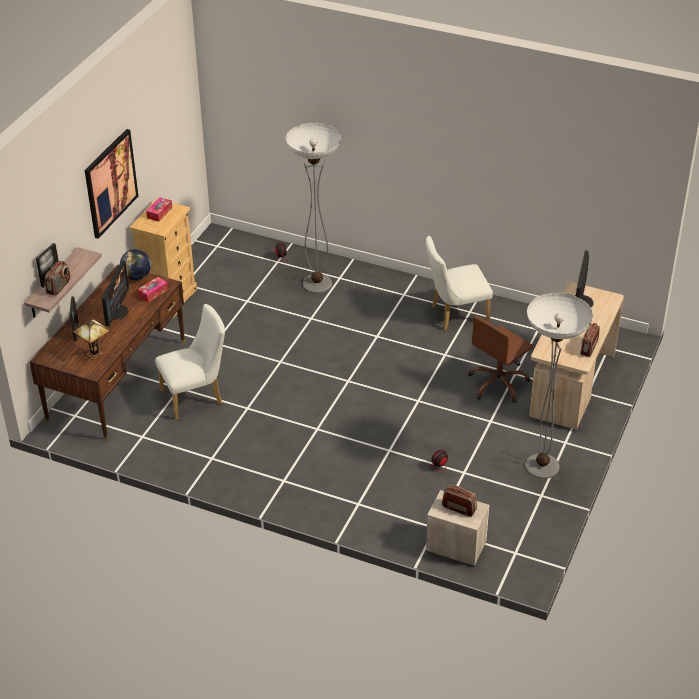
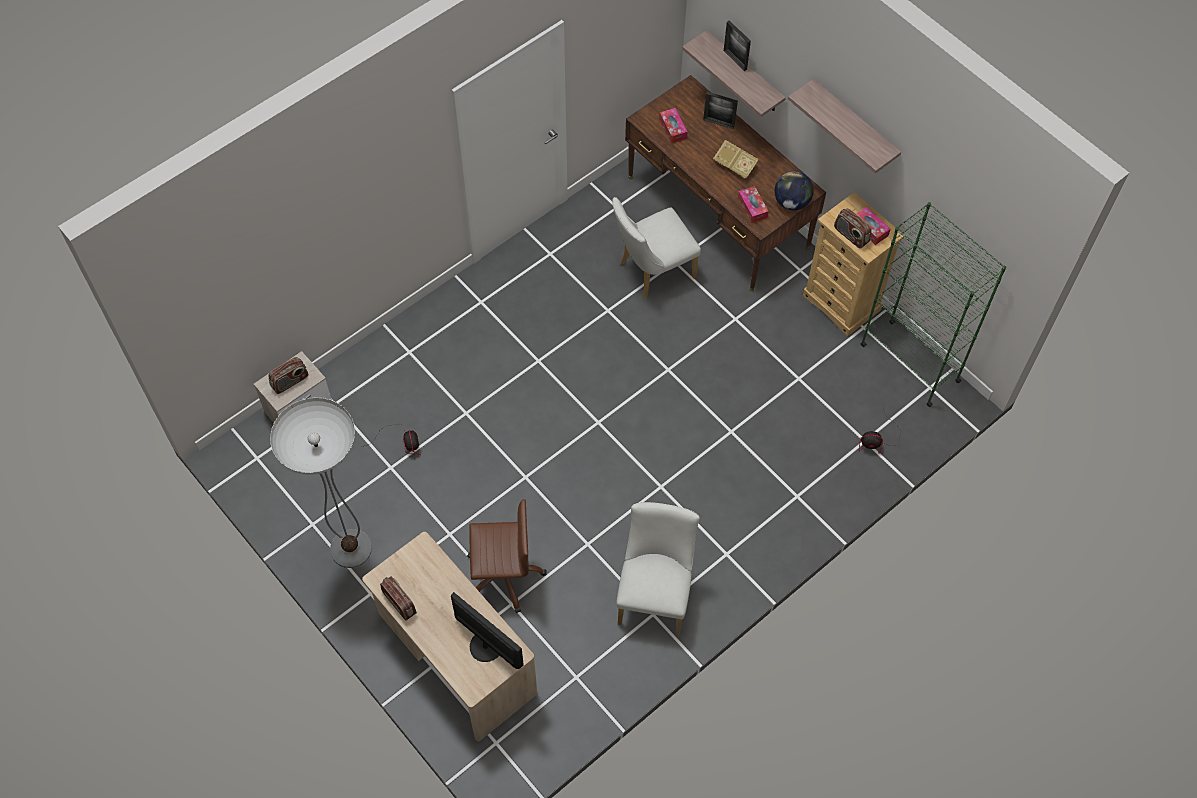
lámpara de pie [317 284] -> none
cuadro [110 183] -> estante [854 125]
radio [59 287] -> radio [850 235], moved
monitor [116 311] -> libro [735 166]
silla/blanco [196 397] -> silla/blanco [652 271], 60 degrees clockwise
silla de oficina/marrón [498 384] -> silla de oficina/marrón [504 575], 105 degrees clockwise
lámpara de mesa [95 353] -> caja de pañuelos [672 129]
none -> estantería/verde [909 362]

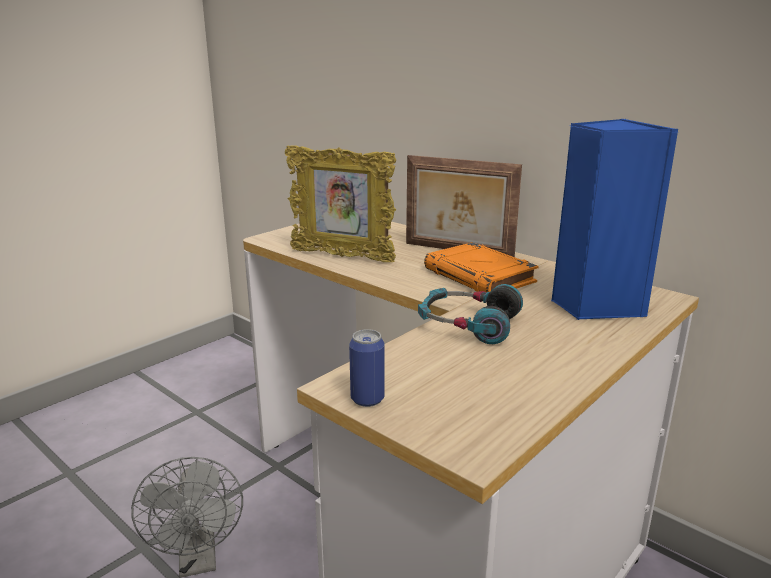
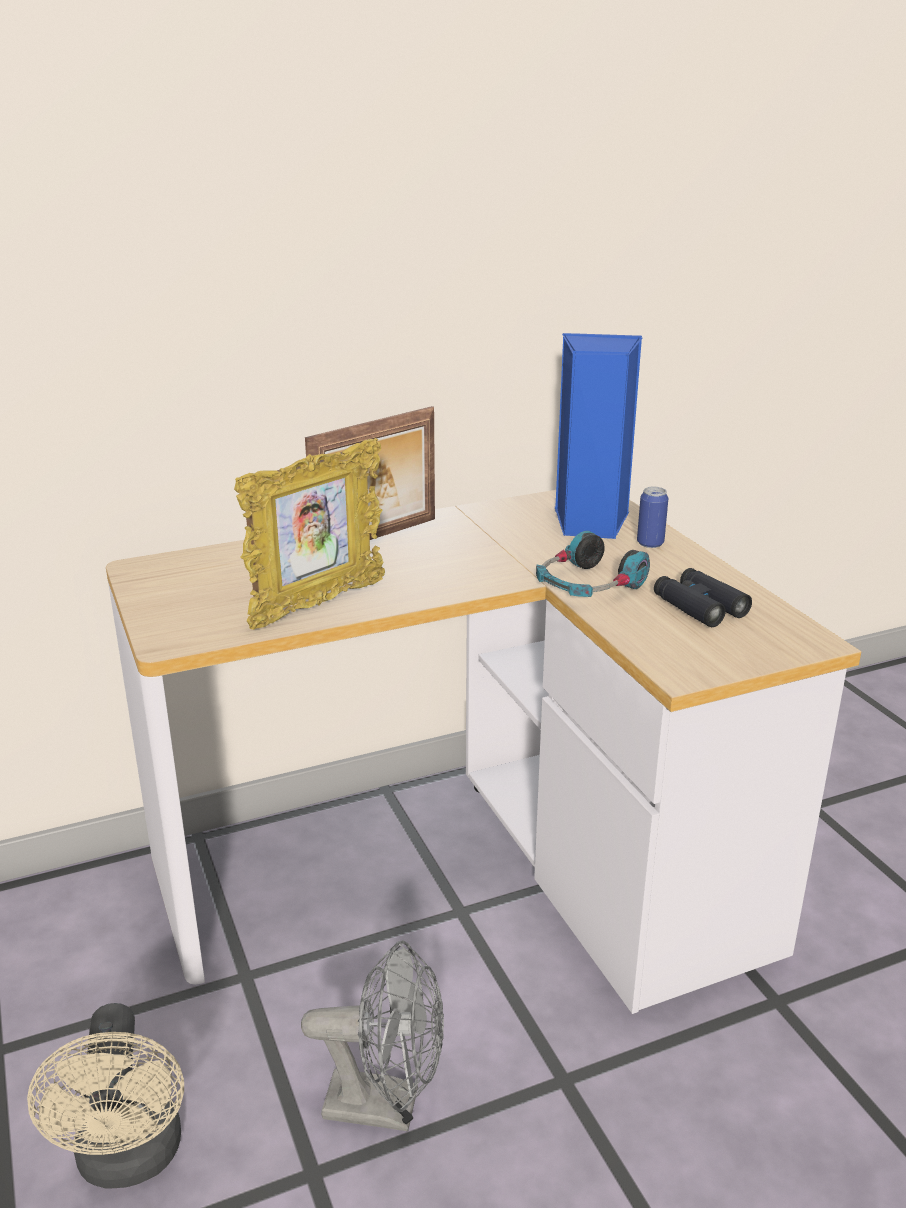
libro/naranja [480 276] -> none
lata [367 399] -> lata [650 543], moved
none -> prismáticos/negro [699 606]
none -> ventilador/beis [129 1160]

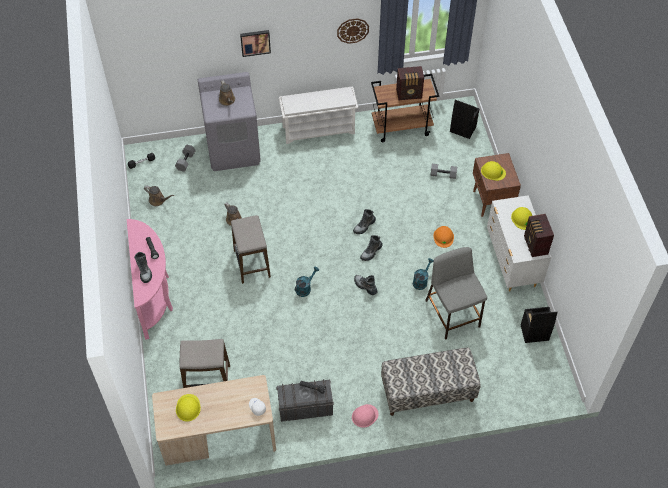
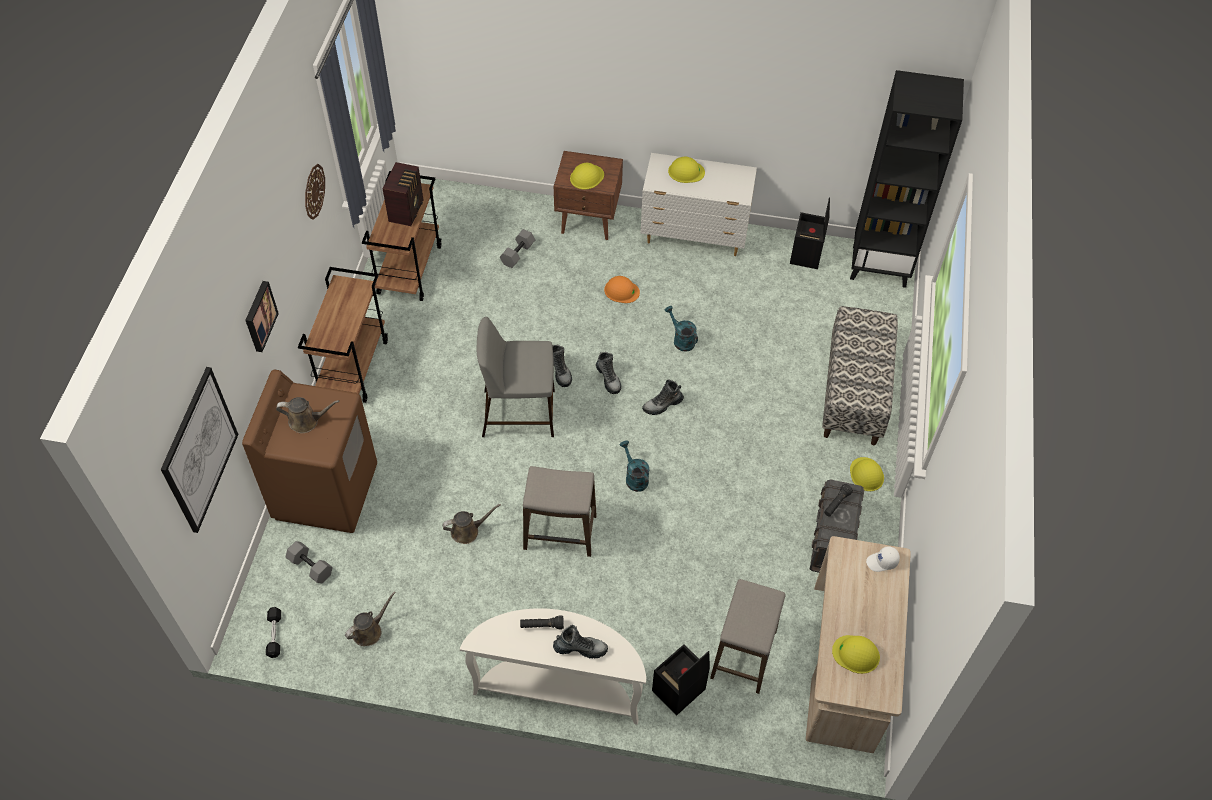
lavadora/gris [233 149] -> lavadora/marrón [326 491]
zapatero/blanco [319 129] -> carrito/marrón [353 367]
caja de almacenaje/negro [462 129] -> caja de almacenaje/negro [678 691], moved
radio [535 246] -> none
mesa consola/rosa [154 295] -> mesa consola/blanco [559 688]
taburete/gris [453 314] -> taburete/gris [520 413], moved
casco/rosa [364 416] -> casco/amarillo [866 474]
none -> estantería/negro [880 265]
none -> cuadro [199 450]

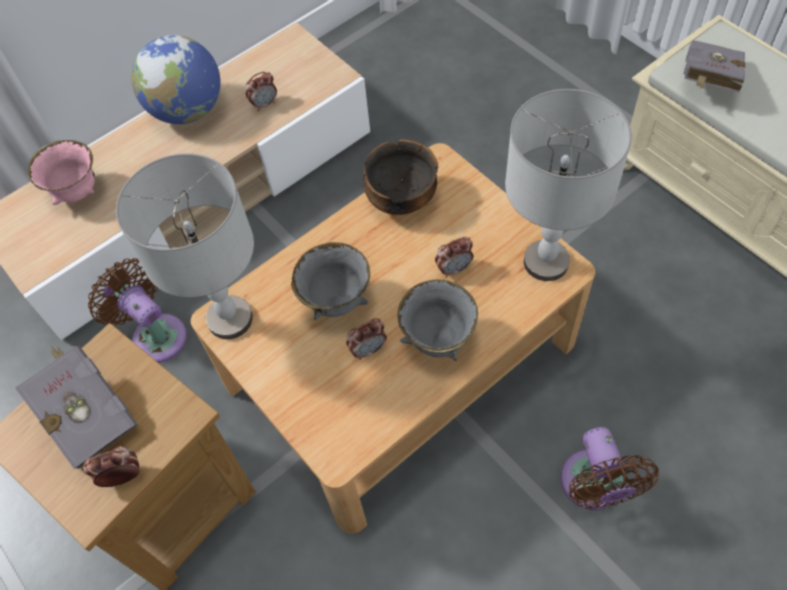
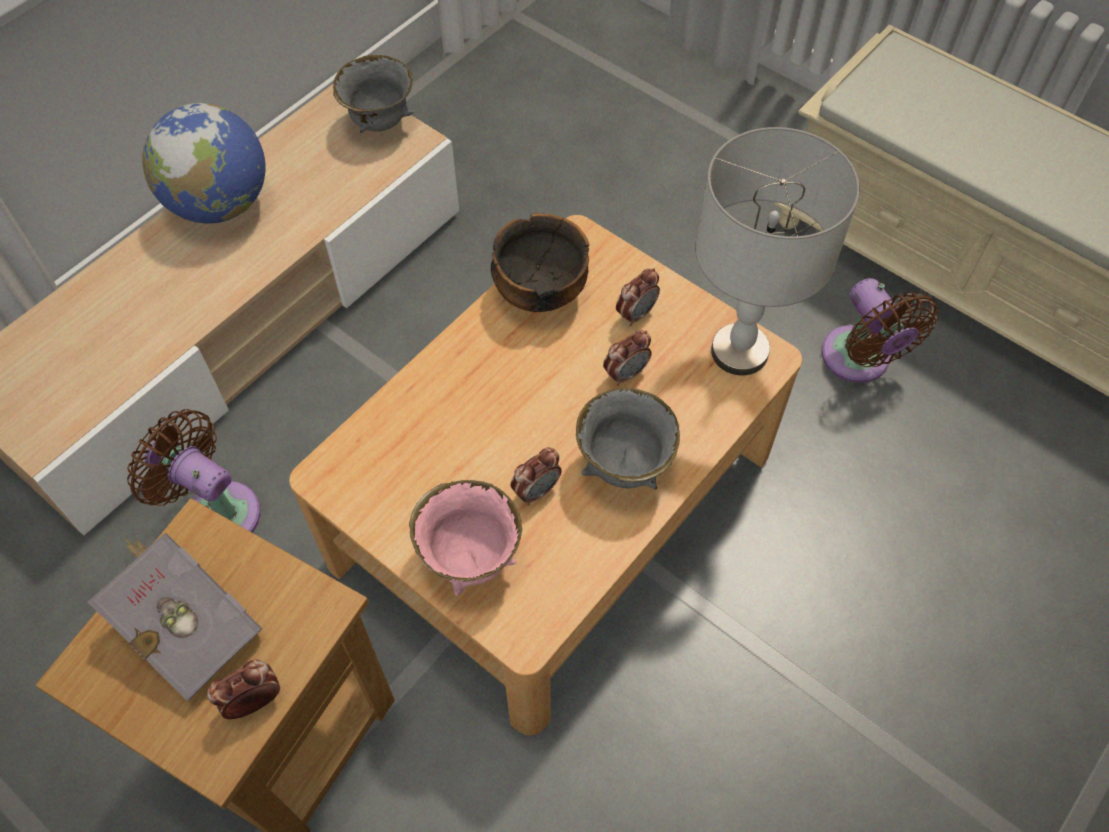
libro/gris [707 84] -> none
despertador [264 104] -> despertador [636 314], moved
cuenco/rosa [77 192] -> cuenco/rosa [471 558], moved
lámpara de mesa/gris [230 320] -> none
cuenco/gris [336 301] -> cuenco/gris [379 122], moved
ventilador/marrón [593 487] -> ventilador/marrón [859 361], moved

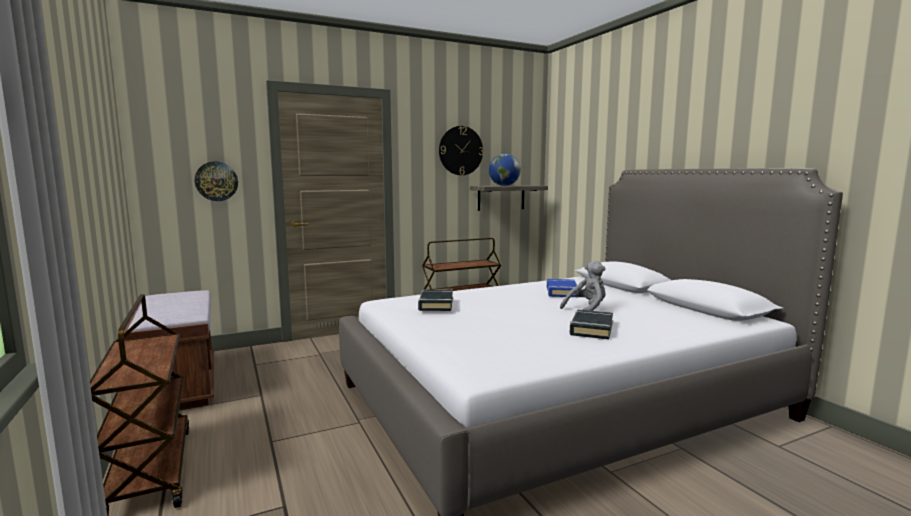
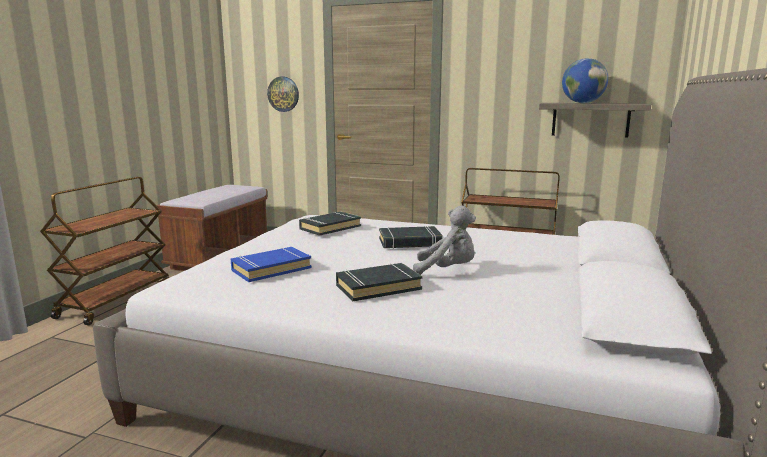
reloj de pared [460 150] -> none
libro/azul [561 291] -> libro/azul [271 269], moved
none -> libro/negro [410 242]

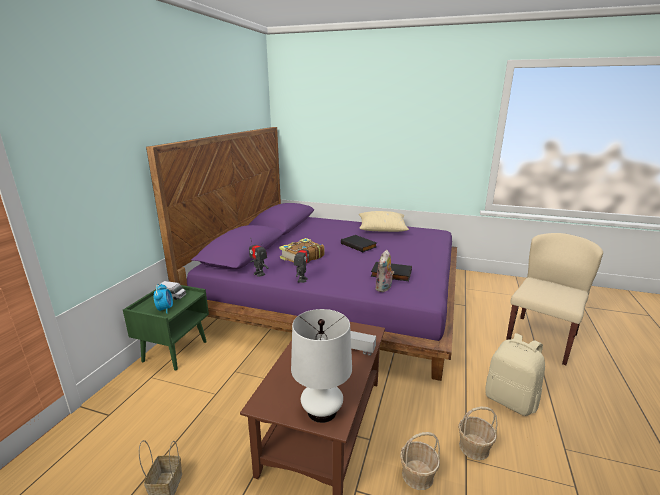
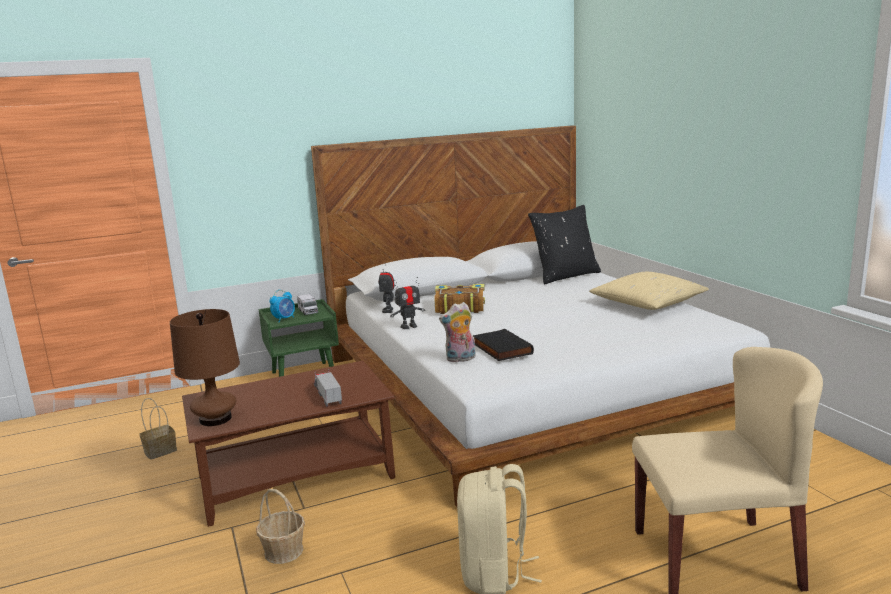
cama/morado [335 295] -> cama/blanco [530 386]
libro/negro [359 245] -> none
lámpara de mesa/blanco [322 411] -> lámpara de mesa/marrón [215 419]
cesta [473 447] -> none
none -> cojín/negro [565 276]

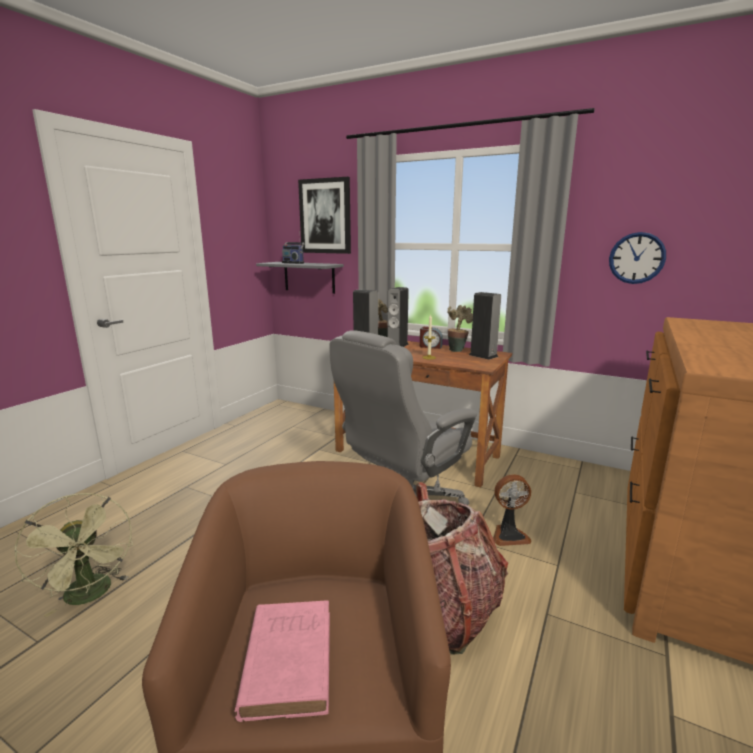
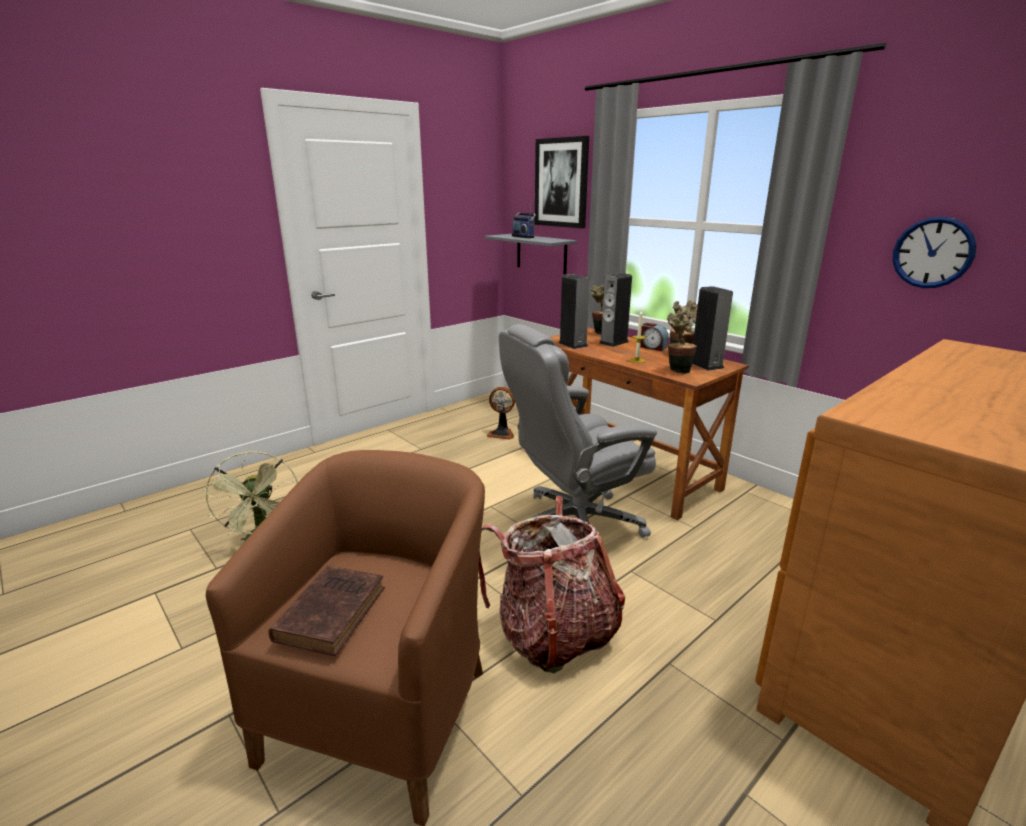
ventilador [509 535] -> ventilador [502 433], moved
libro/rosa [288 658] -> libro/marrón [332 611]
none -> planta en maceta [678 370]

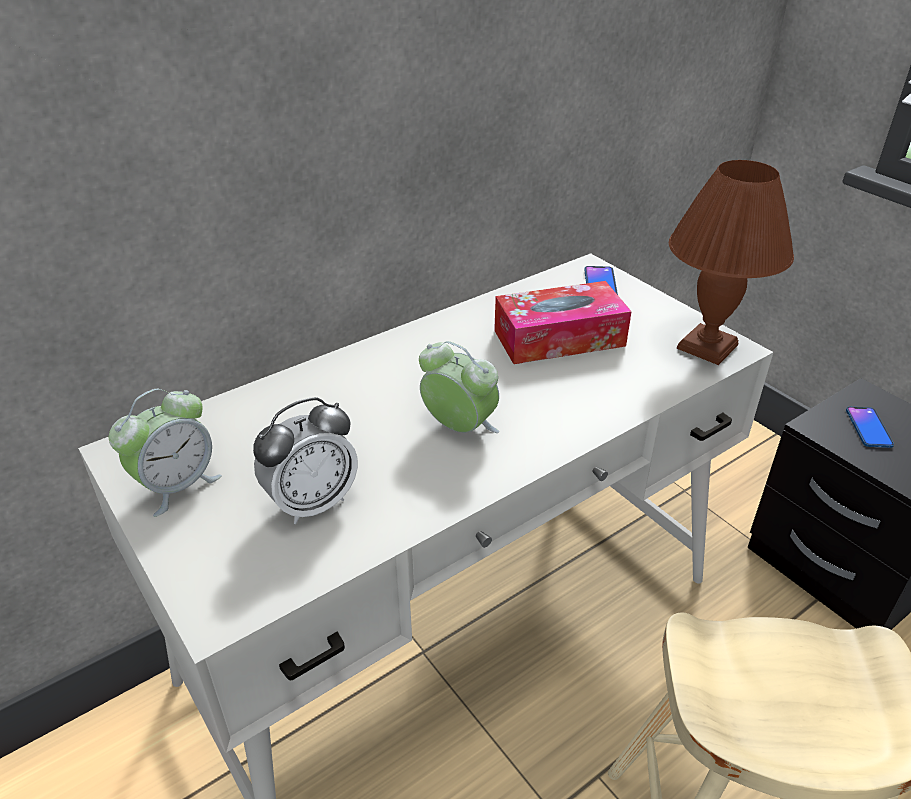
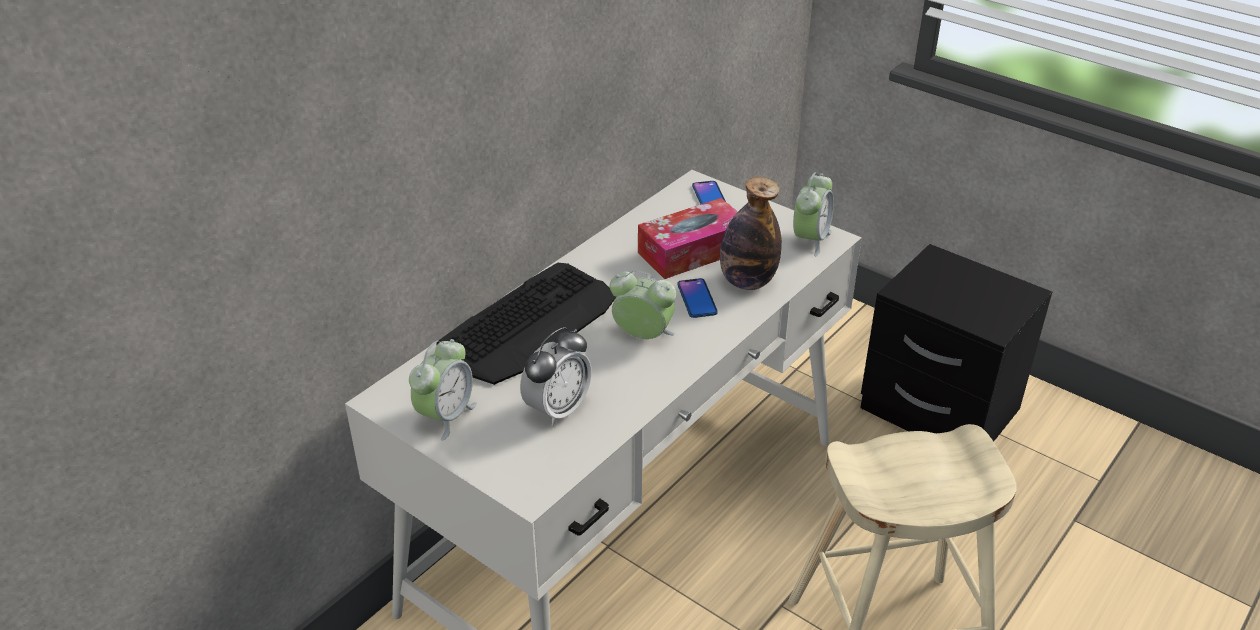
lámpara de mesa/marrón [707 346] -> despertador [810 240]
móvil [868 428] -> móvil [697 299], moved
none -> botella [747 281]
none -> teclado [530 324]

